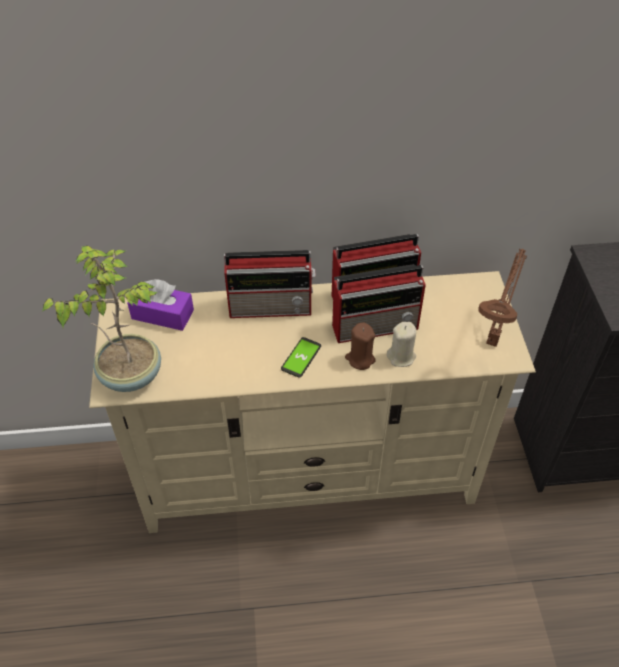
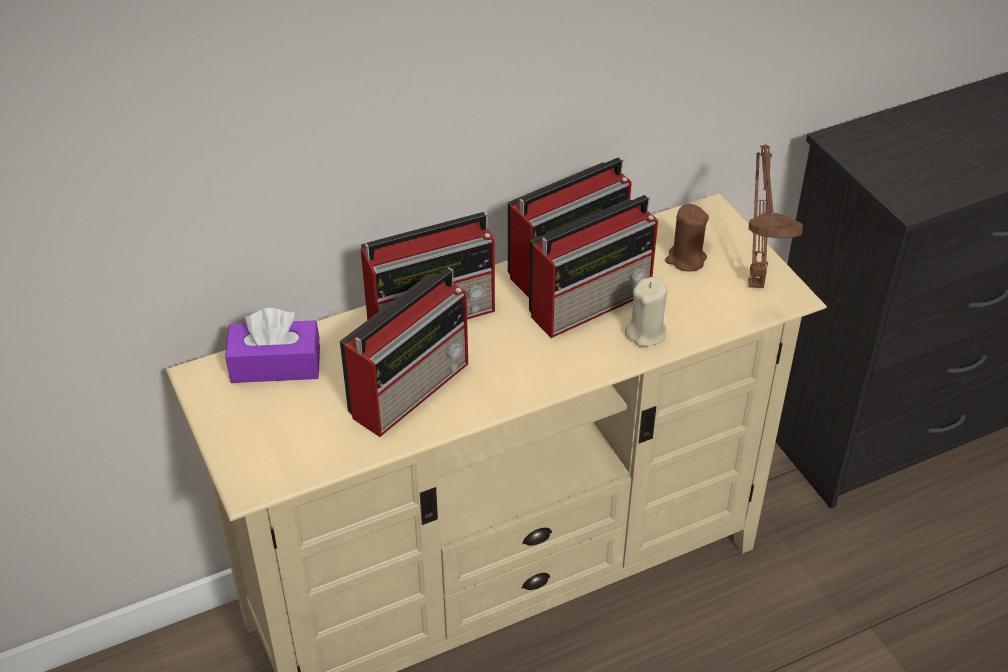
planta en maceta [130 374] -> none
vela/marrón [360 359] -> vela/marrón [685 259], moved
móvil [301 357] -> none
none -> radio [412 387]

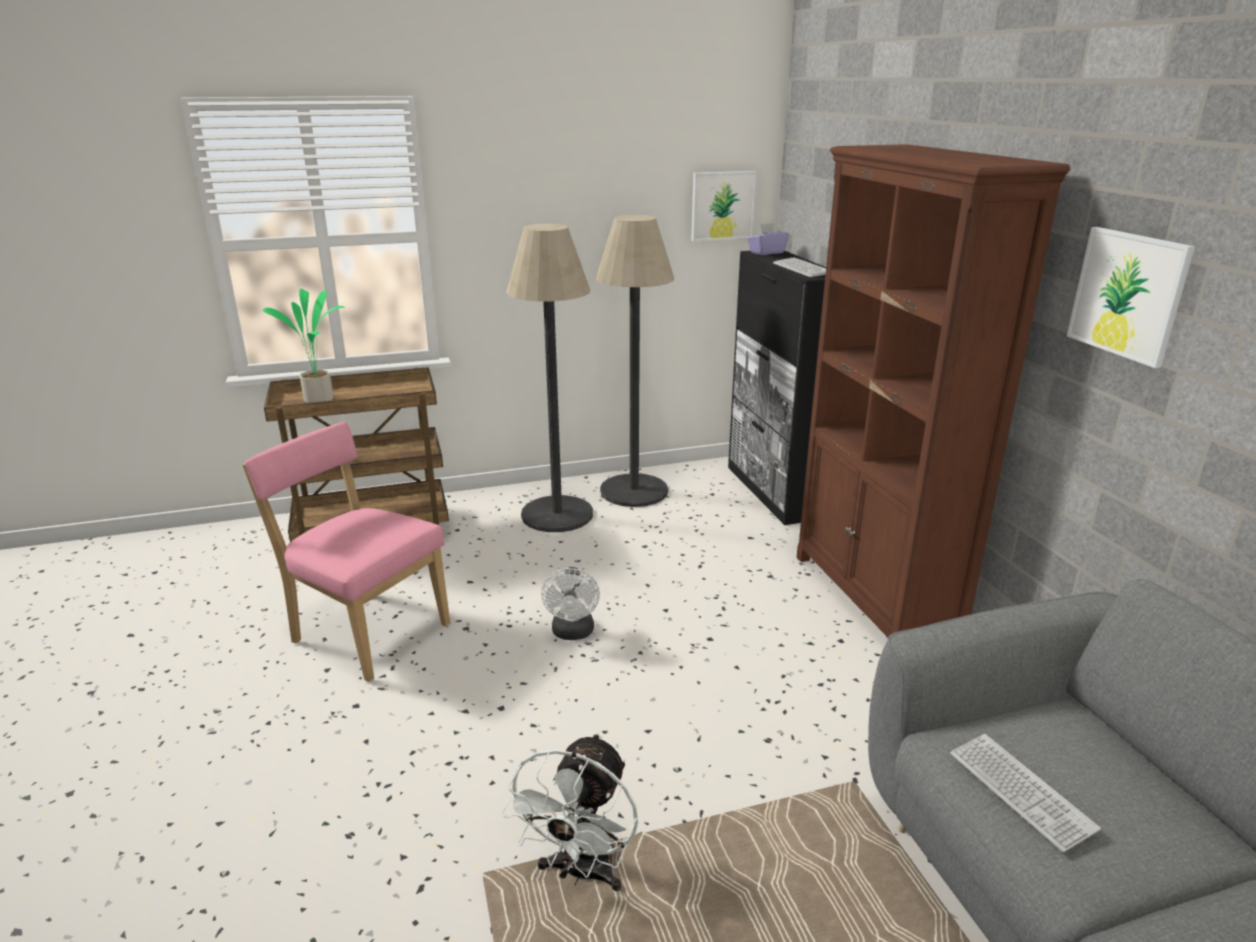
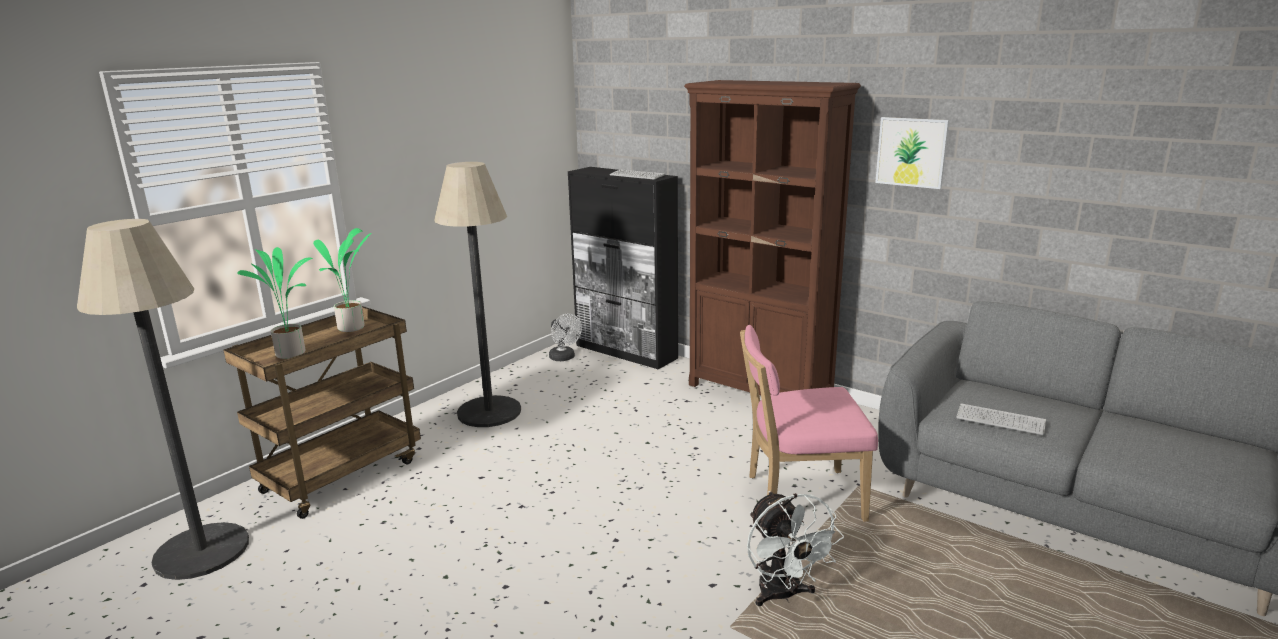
cuadro [722 206] -> none
lámpara de pie [634 491] -> lámpara de pie [201 551], moved
caja de pañuelos/morado [766 252] -> none
silla/rosa [366 631] -> silla/rosa [798 498], moved
ventilador/blanco [573 633] -> ventilador/blanco [564 358], moved
none -> planta en maceta [353 328]

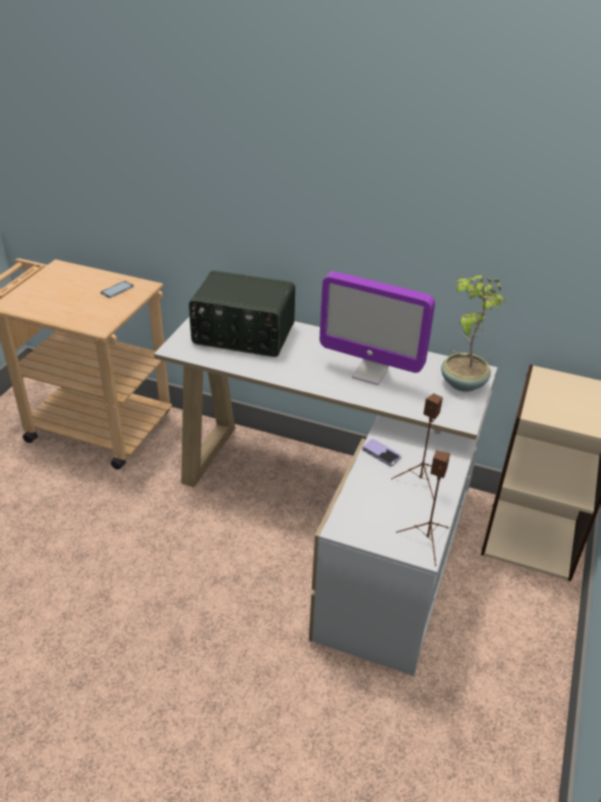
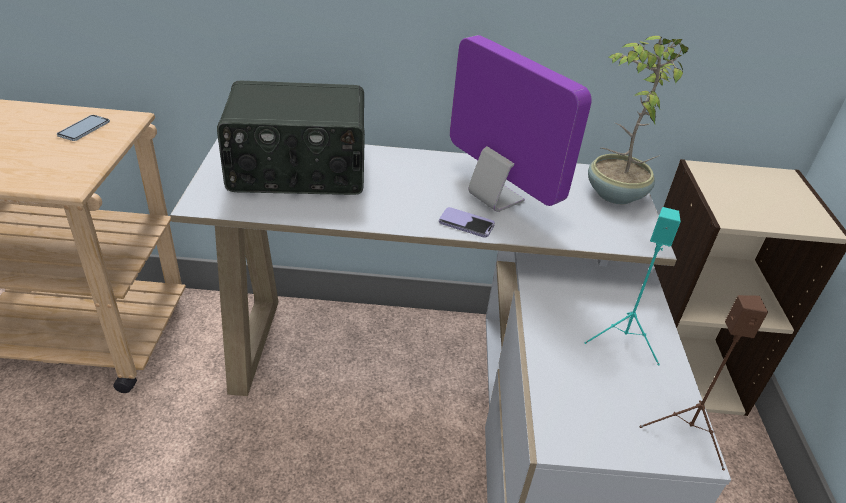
monitor [370 373] -> monitor [496 198], 135 degrees counterclockwise
altavoz/marrón [420 482] -> altavoz/turquesa [624 340]
móvil [381 453] -> móvil [466 224], moved

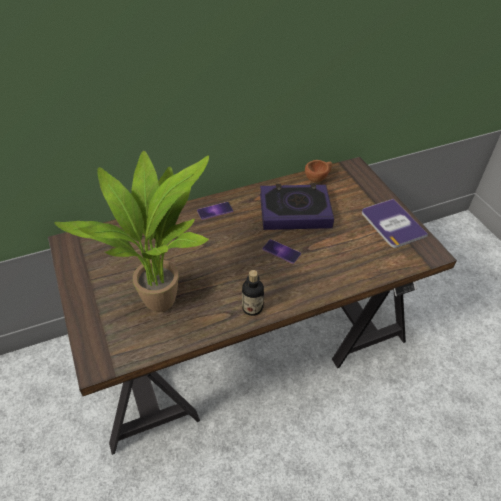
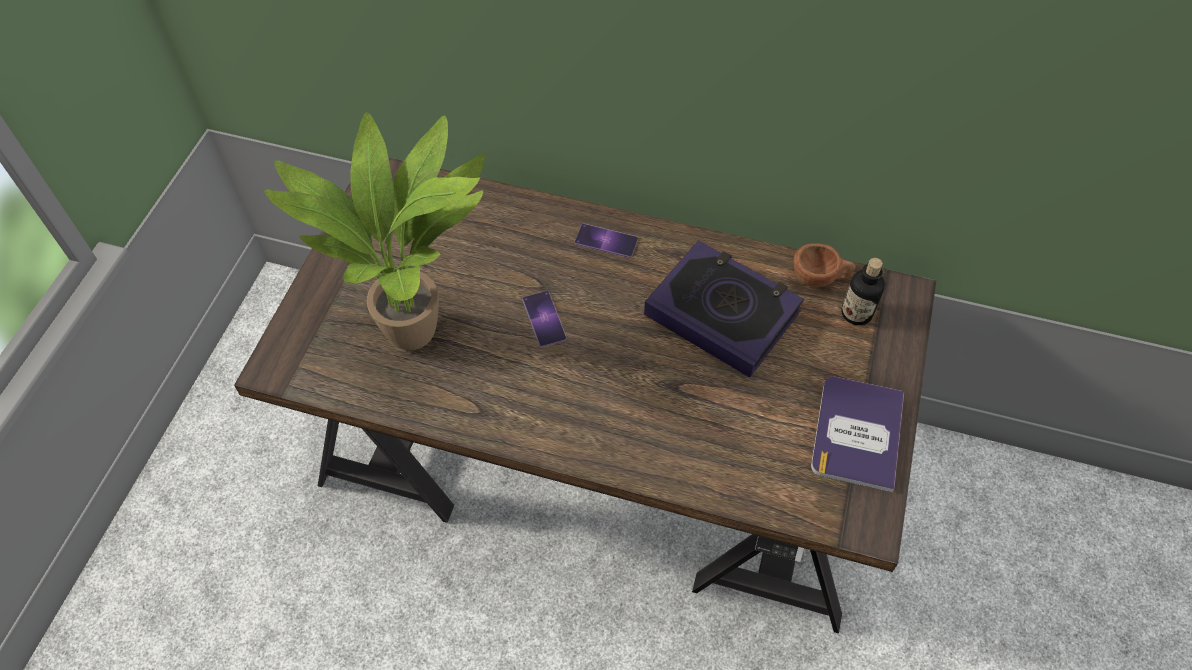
móvil [281 251] -> móvil [544 319], moved
botella [252 308] -> botella [856 313], moved

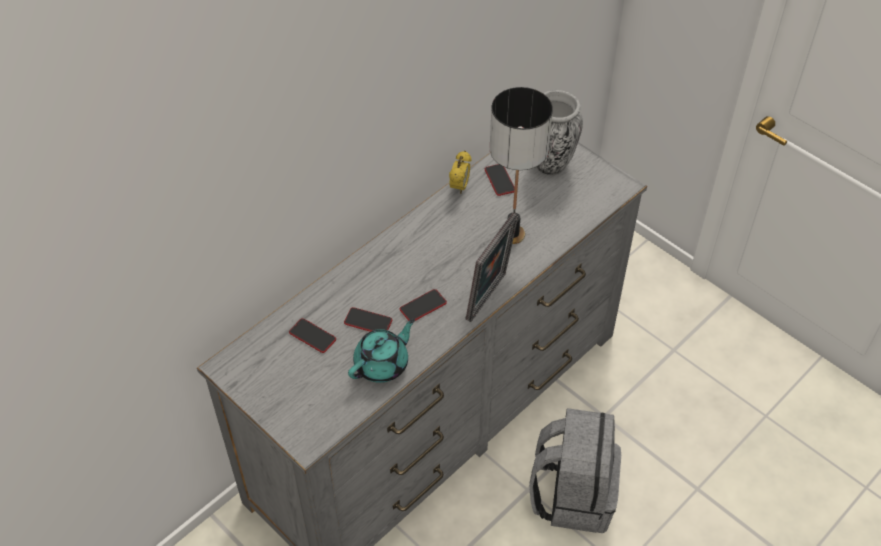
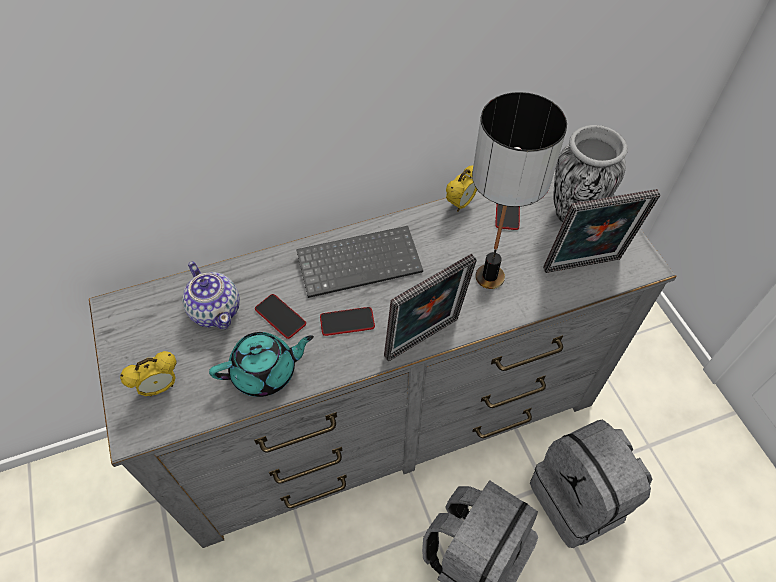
móvil [312 336] -> tetera [216 310]
none -> portarretratos [583 267]
none -> teclado [360 261]
none -> despertador [160 387]
none -> mochila/gris [579 499]

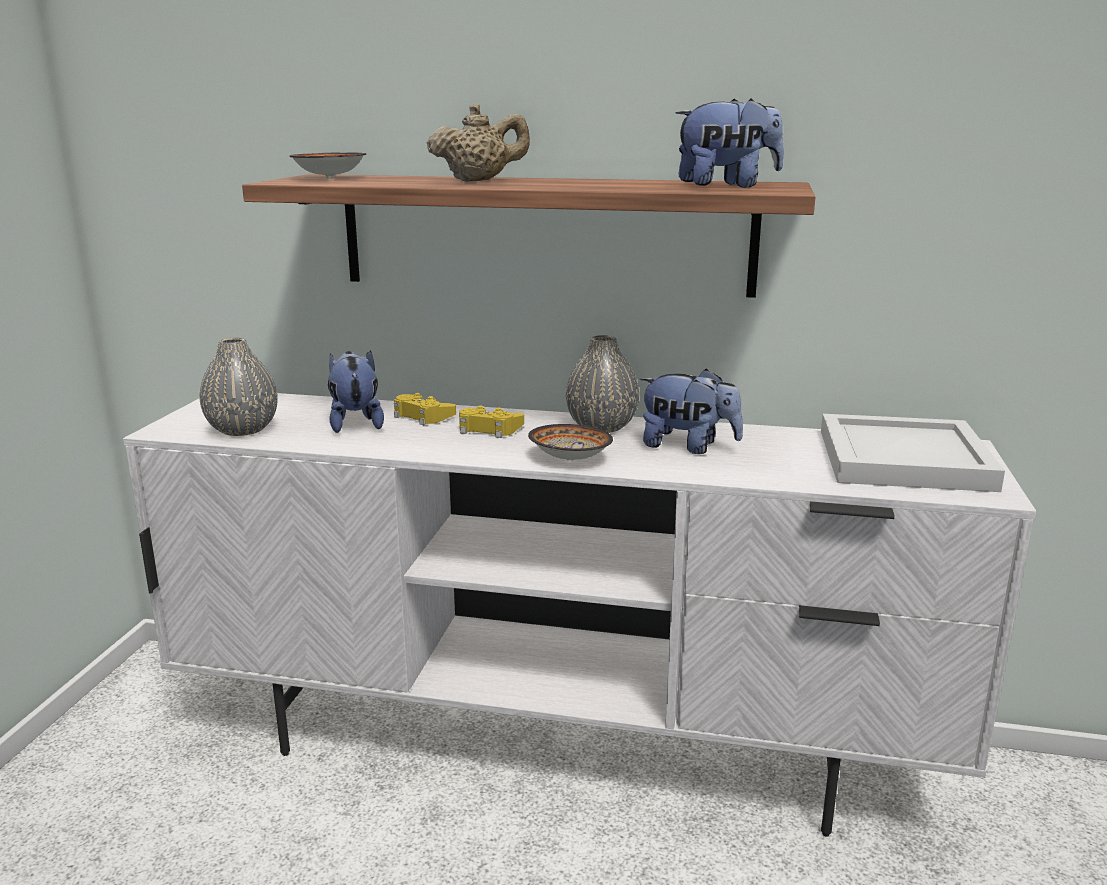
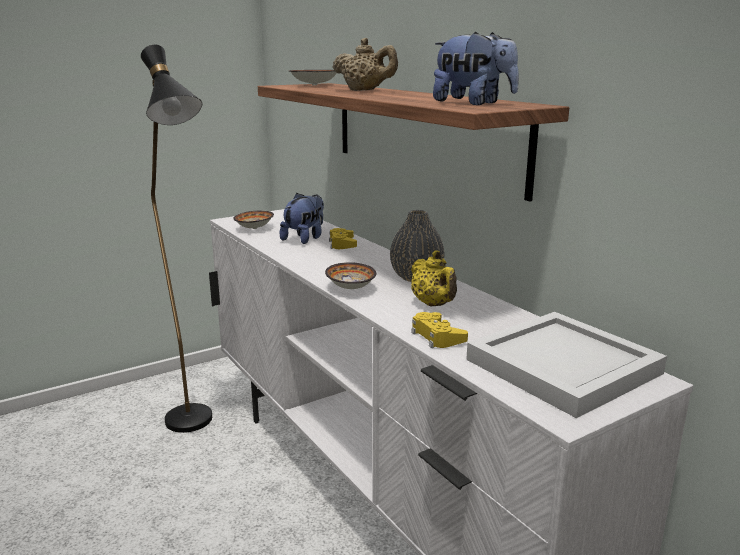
florero/gris [243 429] -> cuenco [255 228]
peluche [688 446] -> tetera/amarillo [434 304]
mando de consola/amarillo [488 429] -> mando de consola/amarillo [437 336], moved
none -> lámpara de pie/negro [196 427]

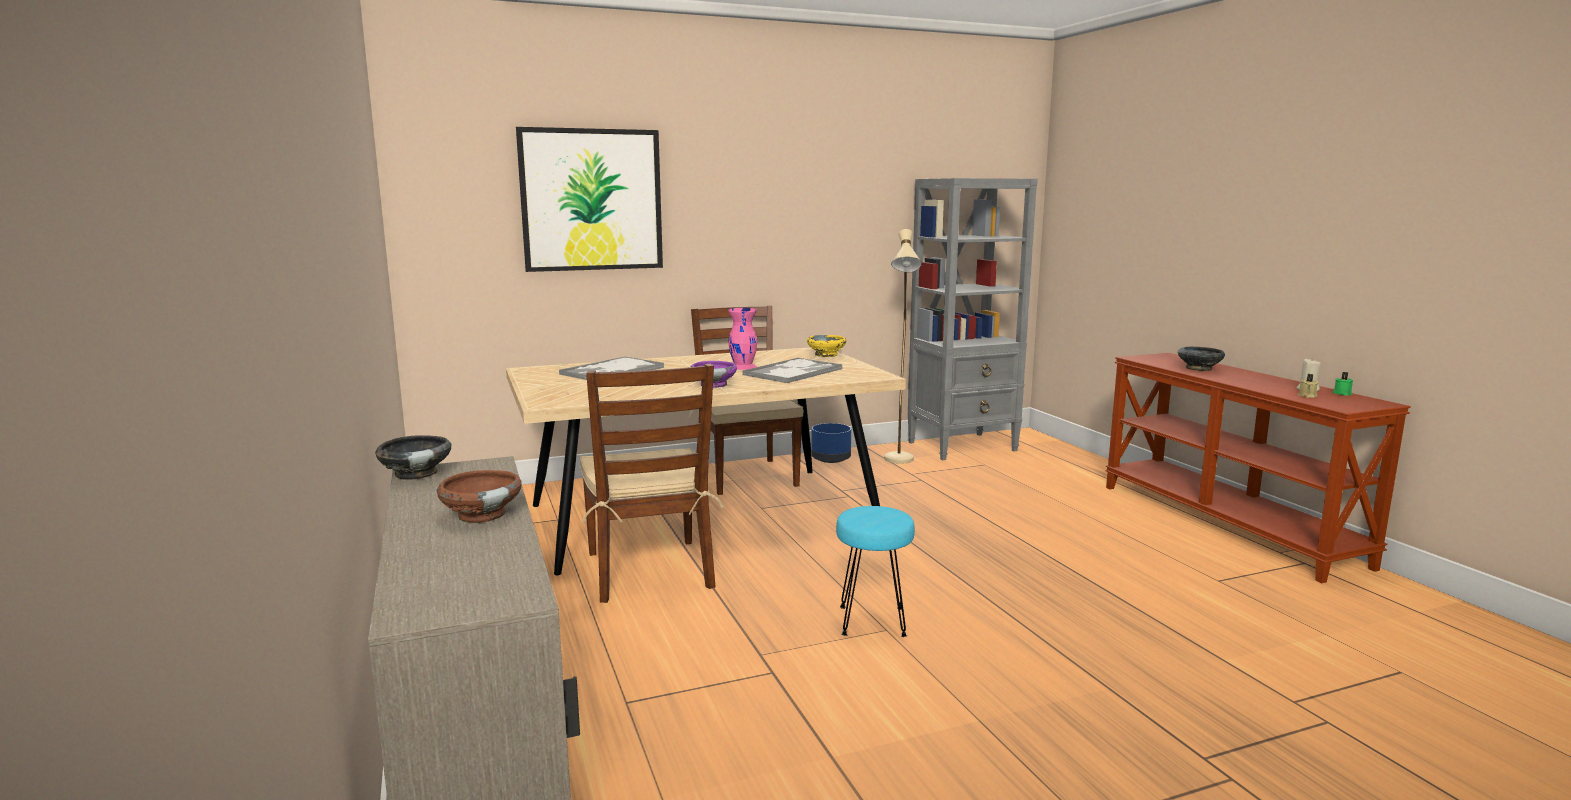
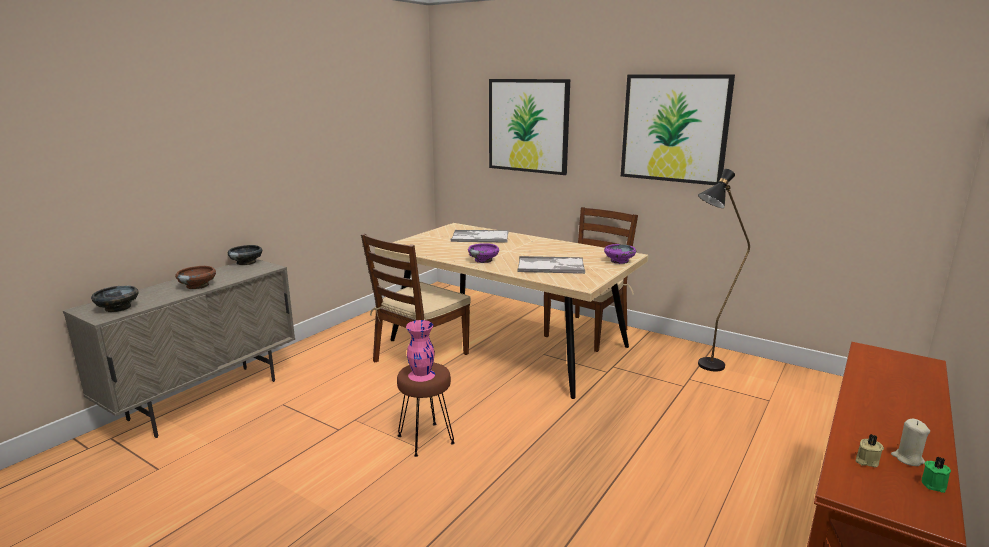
estantería/gris [963 446] -> none
lámpara de pie/beis [899 462] -> lámpara de pie/negro [704 368]
florero/rosa [743 367] -> florero/rosa [421 375], moved
cuenco/amarillo [826 355] -> cuenco/morado [619 261]
cuenco/negro [1199 369] -> cuenco/negro [117 308], moved
maceta/azul [831 459] -> none
taburete/turquesa [873 620] -> taburete/marrón [426 439]
none -> cuadro [674 128]

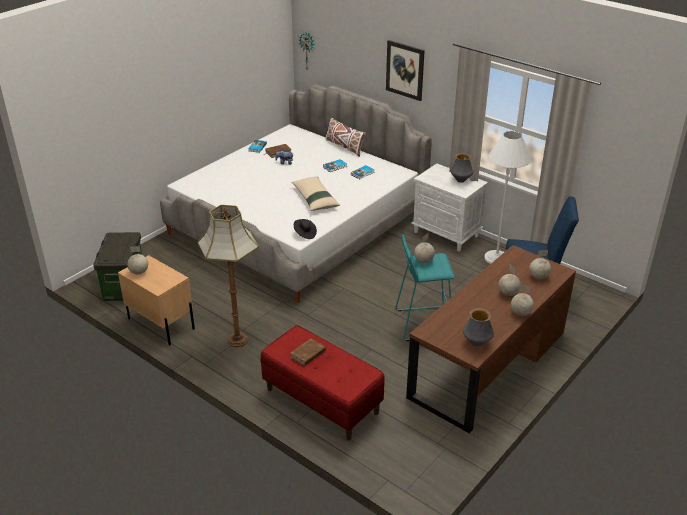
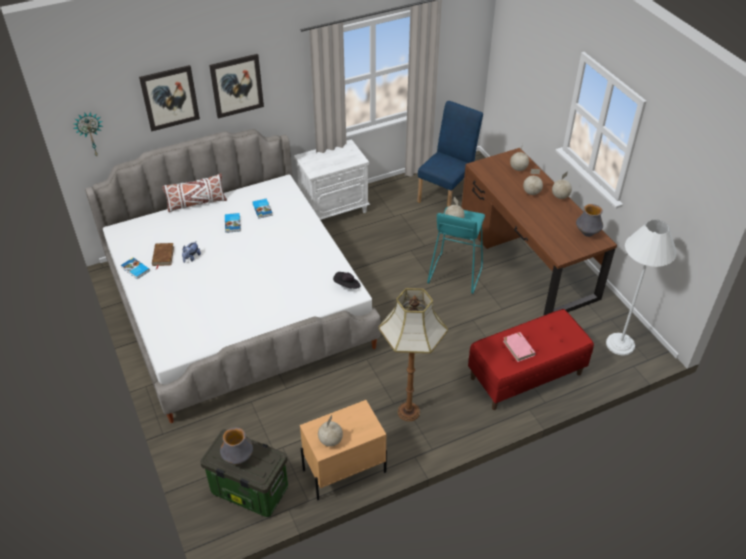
lámpara de pie/blanco [496 258] -> lámpara de pie/blanco [620 344], moved
florero [460 180] -> florero [238 458], moved
cojín/beis [315 199] -> none
libro/marrón [308 354] -> libro/rosa [518 348]
none -> cuadro [170 98]

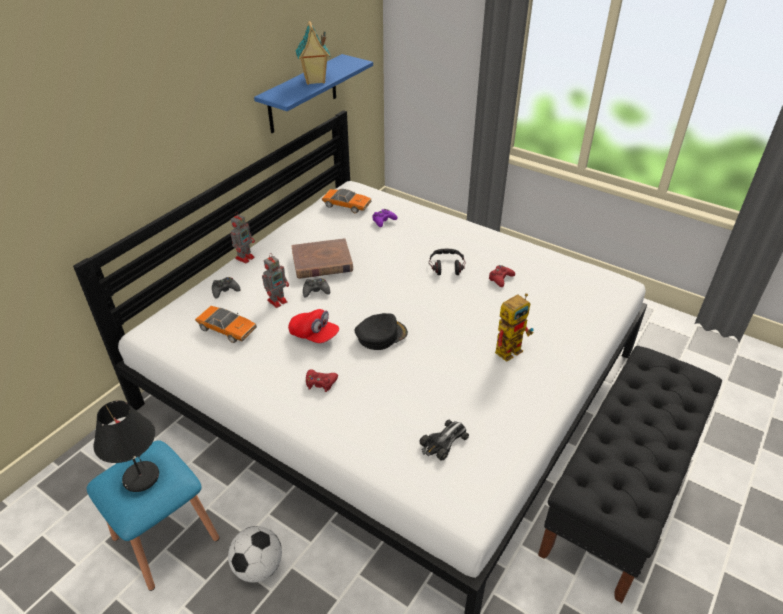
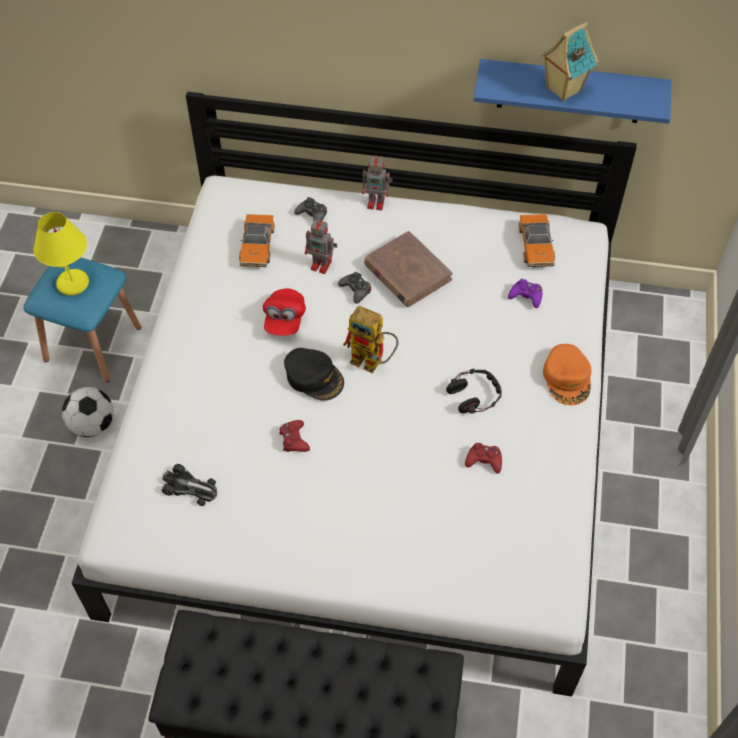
robot de juguete [511 347] -> robot de juguete [373 361], moved
mando de consola/rojo [320 383] -> mando de consola/rojo [294 440], moved
lámpara de mesa/negro [140 478] -> lámpara de mesa/amarillo [72 283]
none -> gorra/naranja [567 378]

